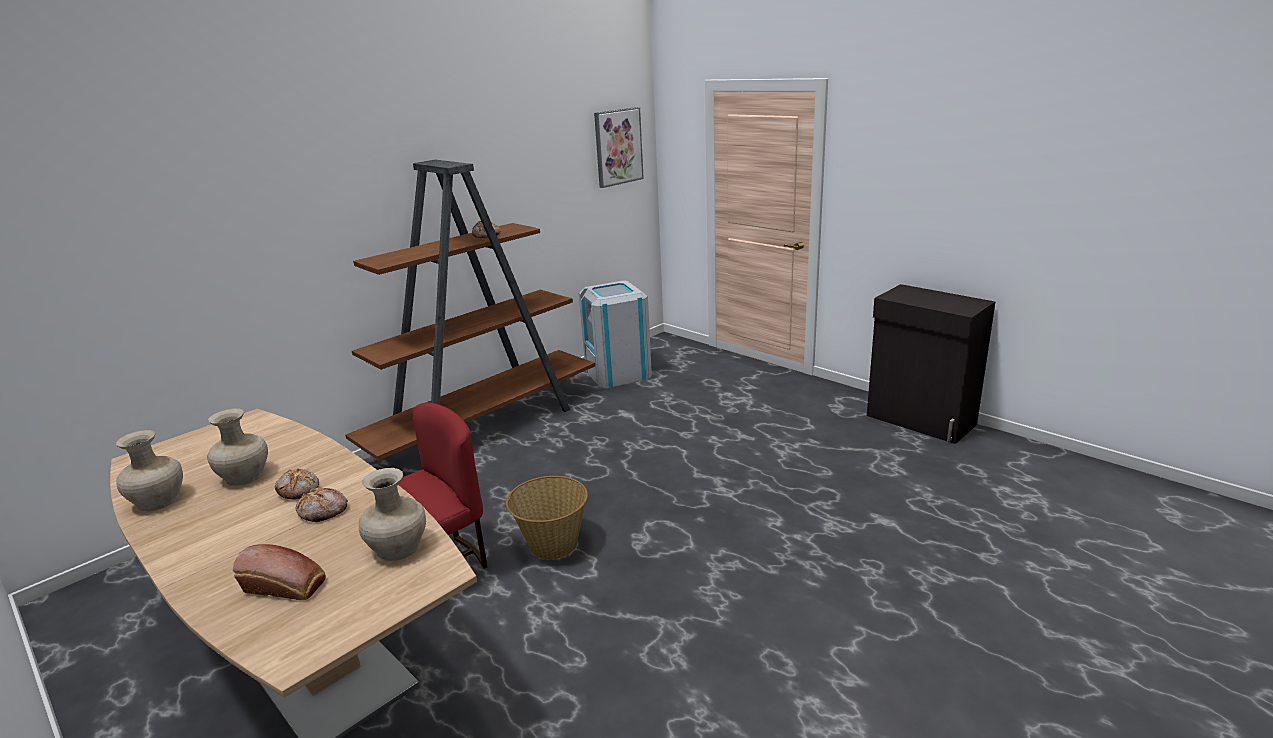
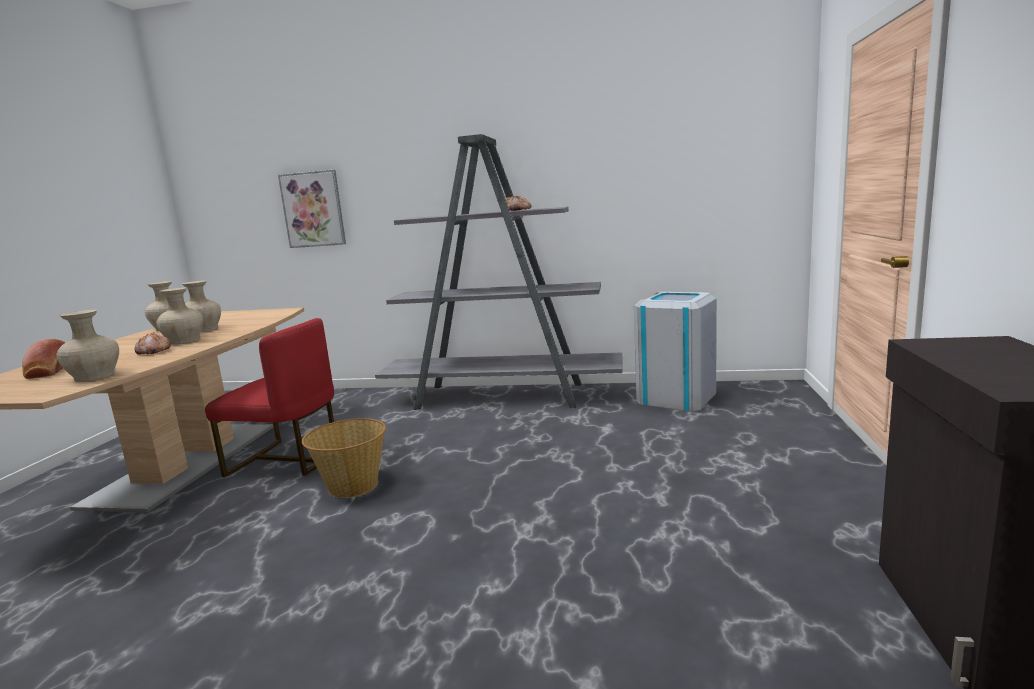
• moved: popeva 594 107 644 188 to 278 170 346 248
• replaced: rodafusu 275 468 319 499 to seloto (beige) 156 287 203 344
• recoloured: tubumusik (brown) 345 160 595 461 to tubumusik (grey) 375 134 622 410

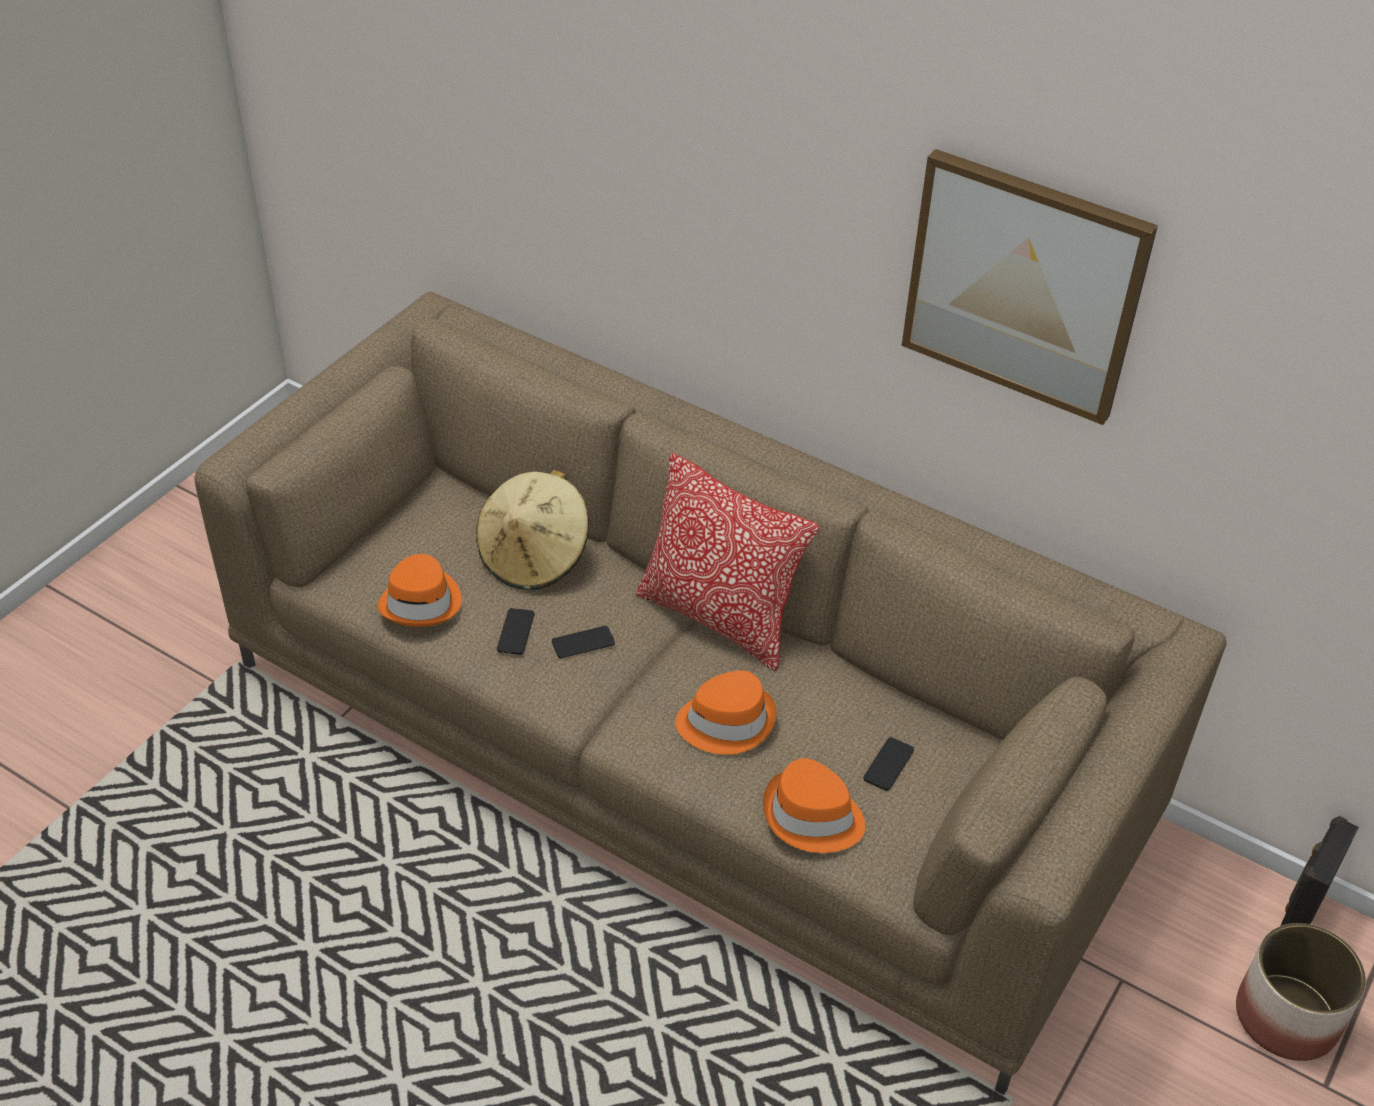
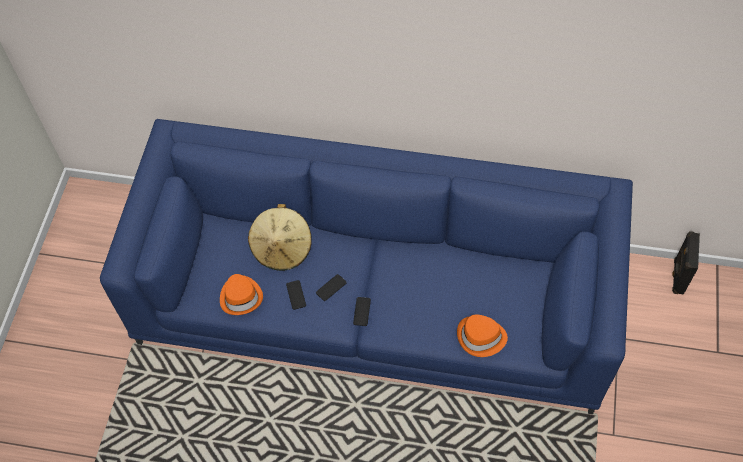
• removed: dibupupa 636 453 819 671
• removed: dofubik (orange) 675 671 776 755
• removed: popeva 902 149 1158 425
• removed: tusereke 1236 923 1366 1061
• moved: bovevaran 863 737 914 791 to 353 297 371 326
• recoloured: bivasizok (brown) 194 292 1226 1095 to bivasizok (blue) 100 119 633 414

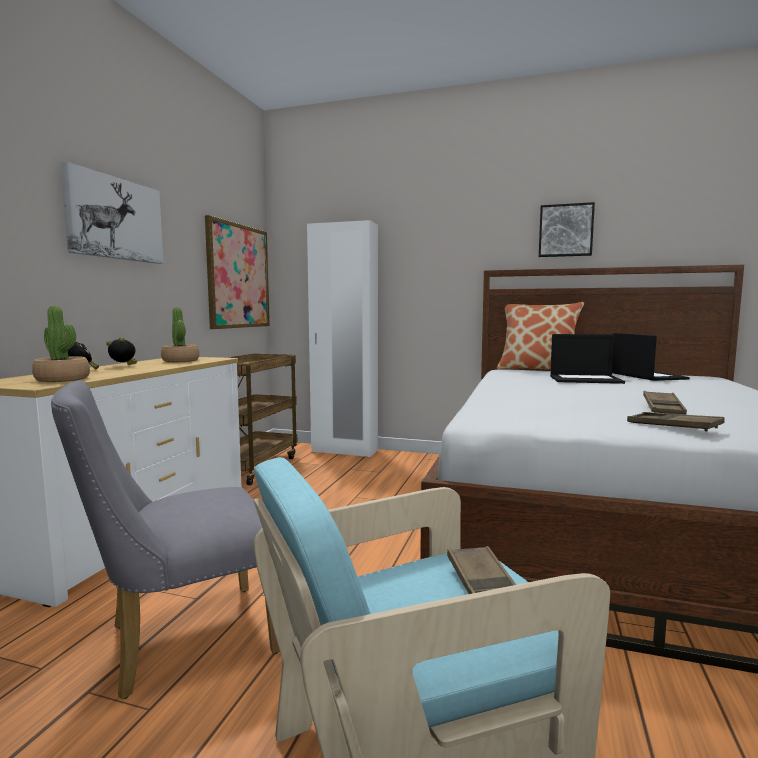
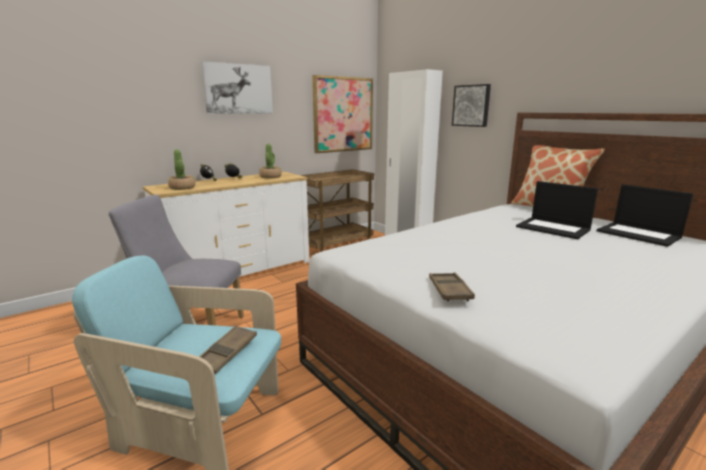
• removed: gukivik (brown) 643 391 687 414
• moved: popeva 539 202 595 257 to 452 84 491 127
• turned: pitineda 612 333 690 381 = 597 184 693 247 120 degrees clockwise

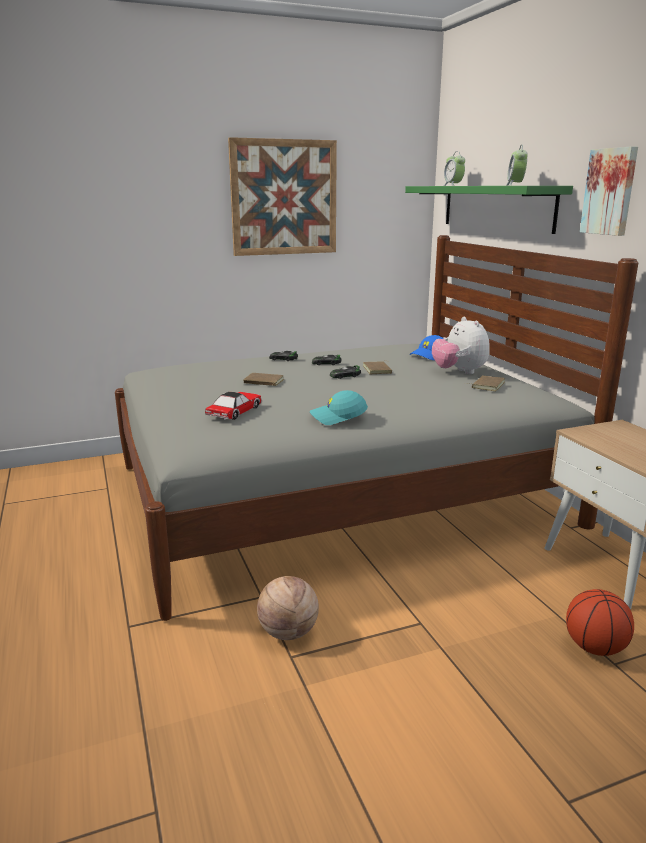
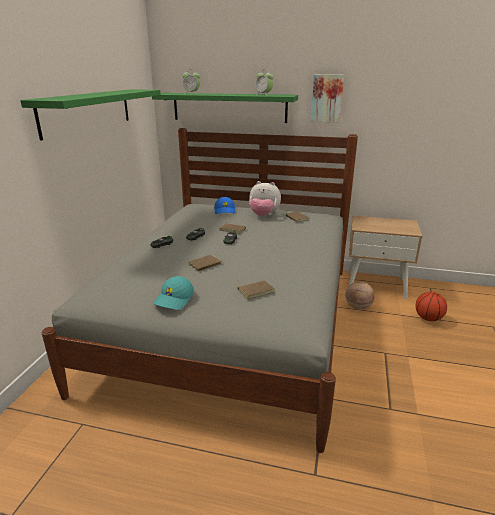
• moved: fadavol 257 576 319 640 to 345 281 375 310
• moved: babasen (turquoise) 310 390 368 425 to 153 276 194 310
• replaced: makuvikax 205 392 262 420 to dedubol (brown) 235 280 275 300
• replaced: popeva 228 137 337 256 to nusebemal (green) 20 89 161 141

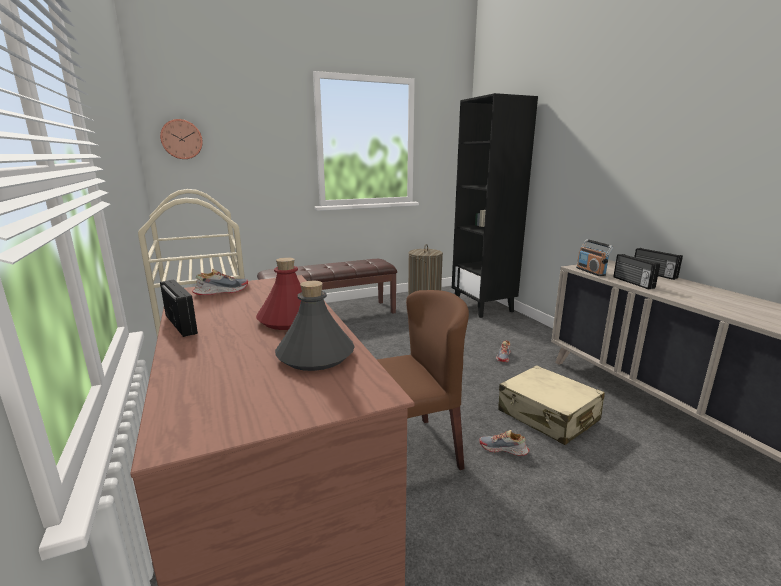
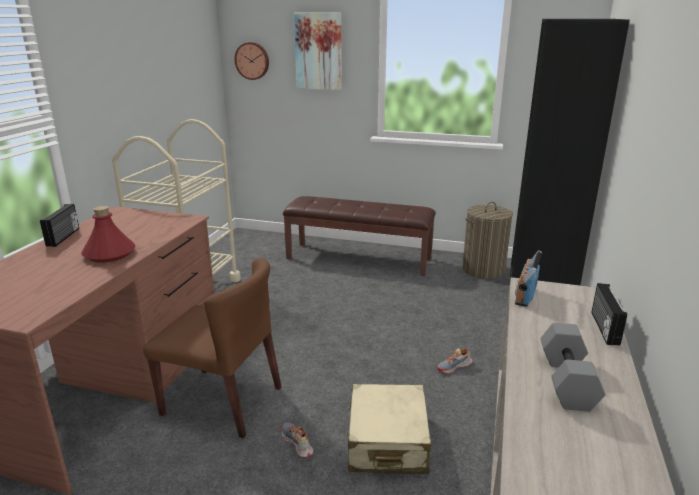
• removed: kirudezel 192 269 248 295
• removed: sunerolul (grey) 275 281 355 371
• removed: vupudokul 613 254 660 289
• added: popeva 294 12 342 90
• added: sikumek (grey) 540 323 605 412

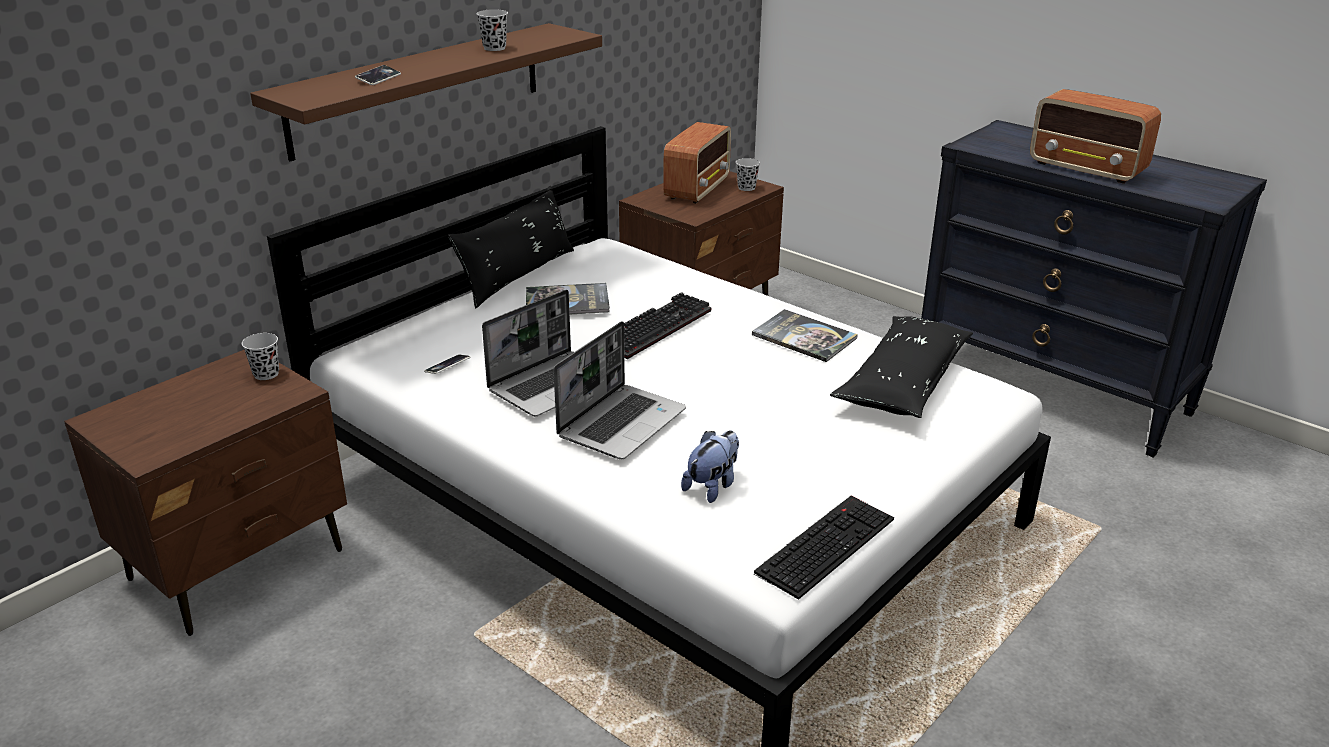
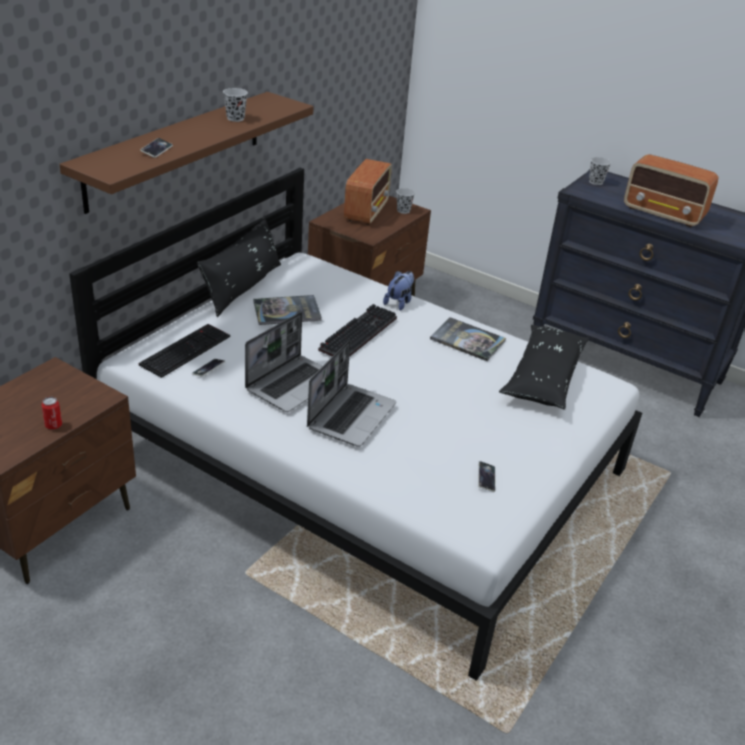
• added: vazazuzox 41 397 62 430
• added: bovevaran 478 461 495 492
• moved: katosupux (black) 242 333 279 380 to 589 157 611 185
• moved: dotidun 681 430 739 503 to 383 271 414 311
• moved: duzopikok 754 496 894 600 to 139 324 230 378

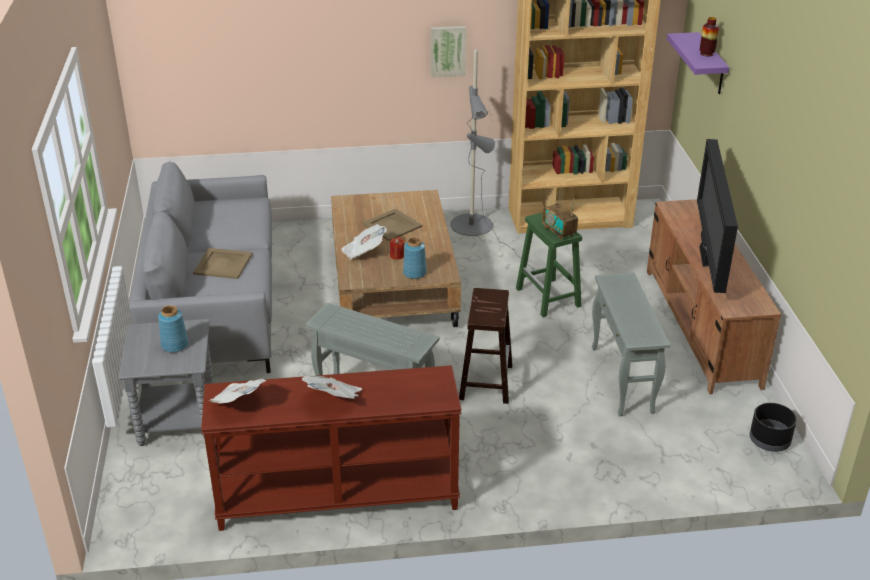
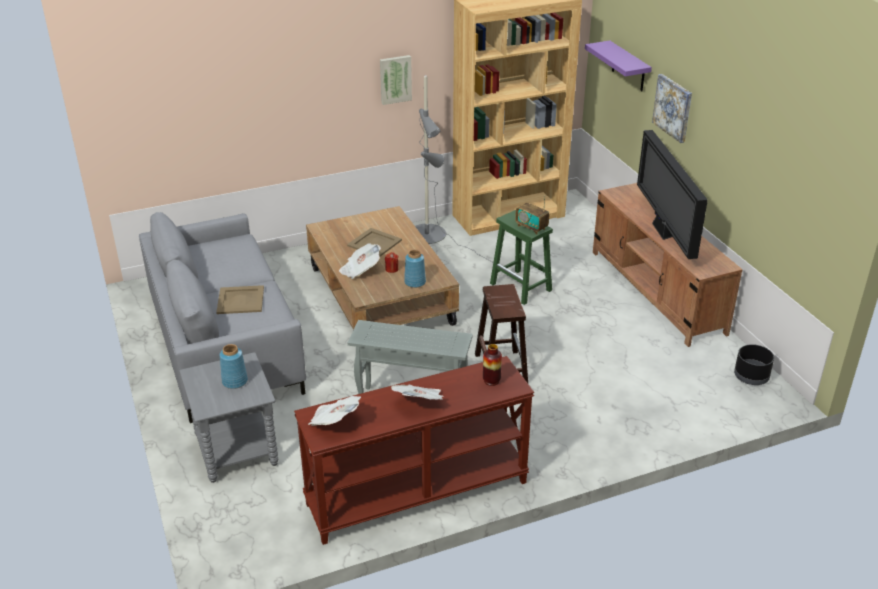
• removed: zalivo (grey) 592 273 670 416
• added: popeva 652 74 692 143
• moved: seloto 700 17 719 57 to 483 344 502 386

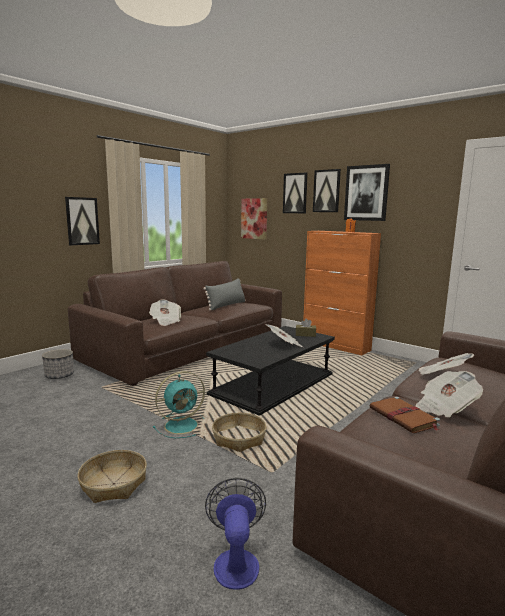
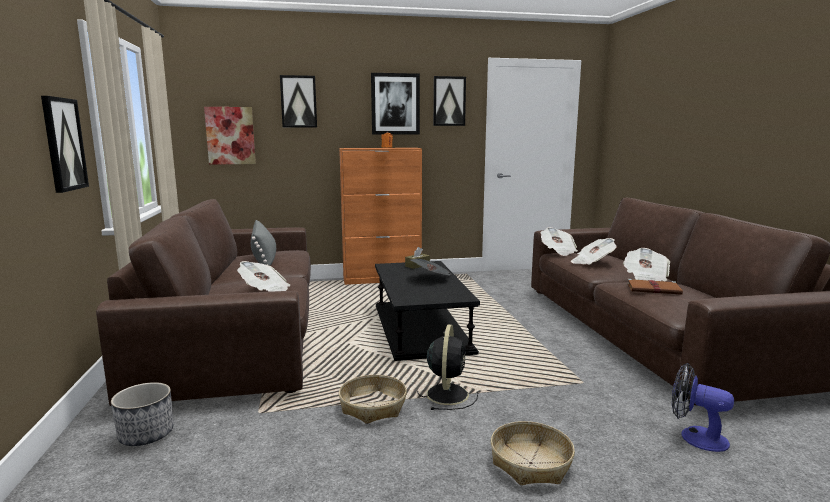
• added: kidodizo 541 227 578 256
• moved: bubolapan 212 413 266 452 to 339 375 407 424
• moved: popeva 313 169 341 212 to 433 76 466 126
• recoloured: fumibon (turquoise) 153 371 205 438 to fumibon (black) 417 325 478 410

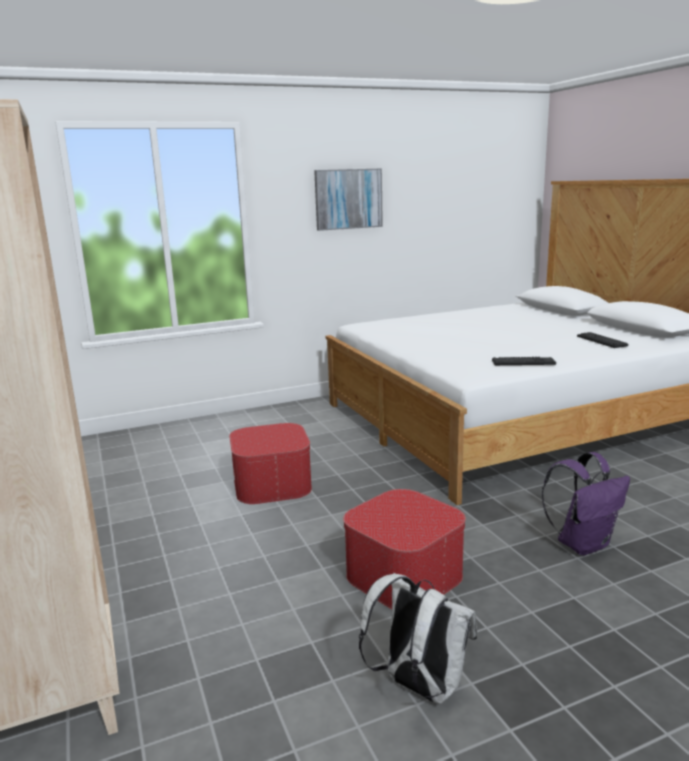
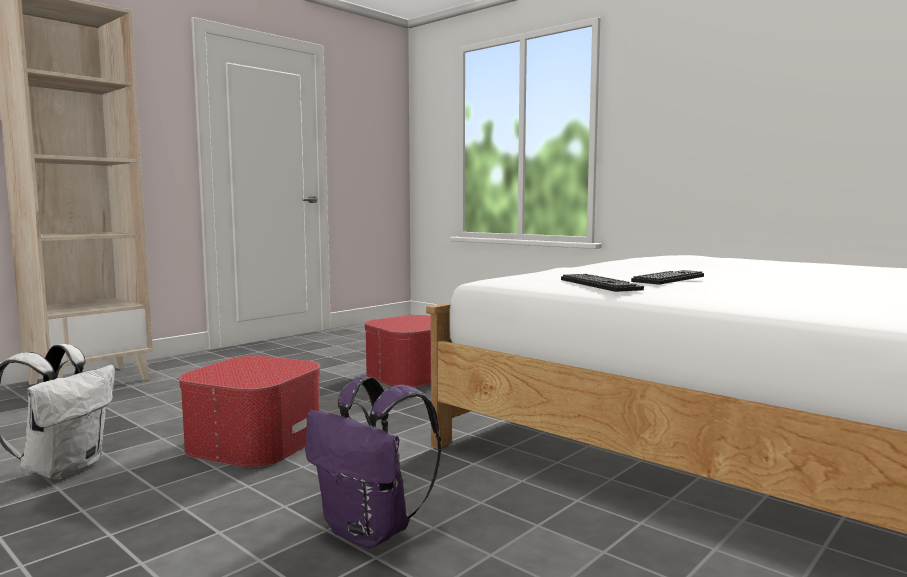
• removed: popeva 314 168 383 231
• moved: duzopikok 577 332 628 348 to 631 270 704 285

